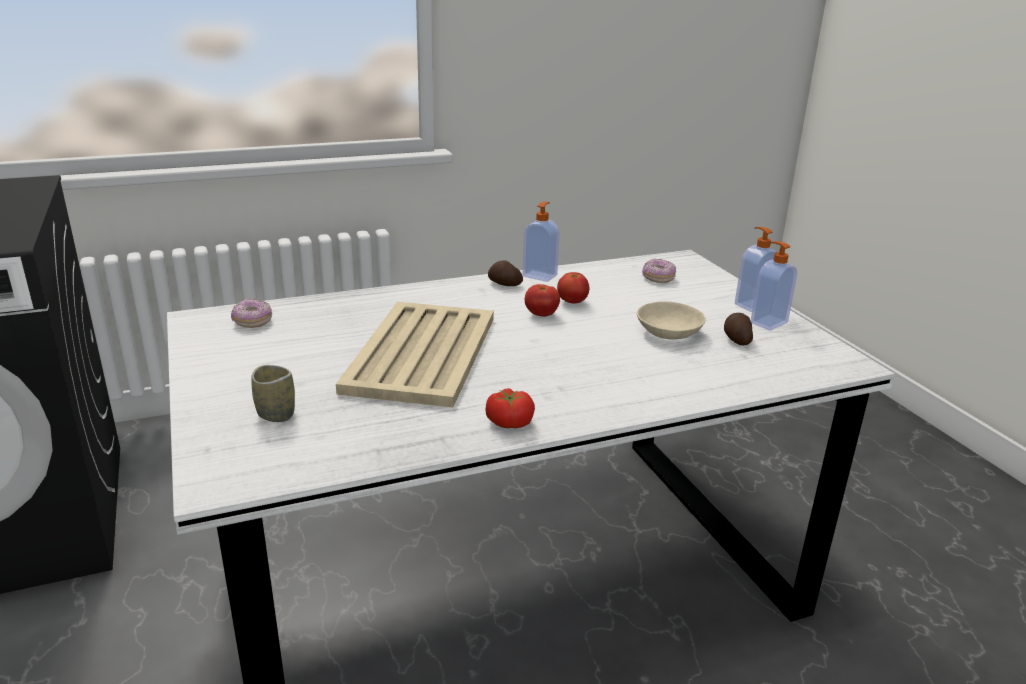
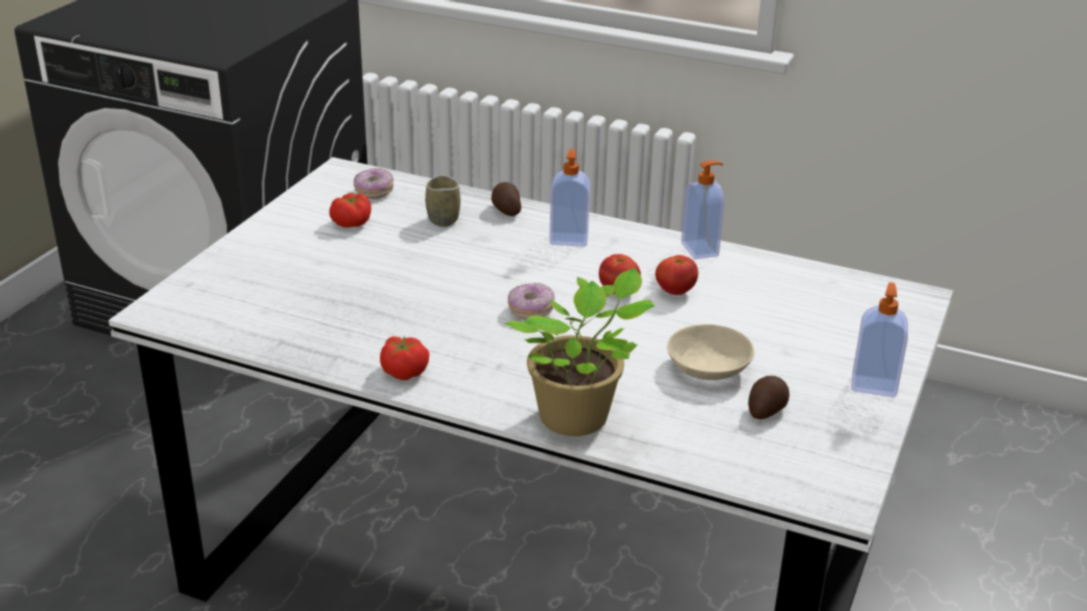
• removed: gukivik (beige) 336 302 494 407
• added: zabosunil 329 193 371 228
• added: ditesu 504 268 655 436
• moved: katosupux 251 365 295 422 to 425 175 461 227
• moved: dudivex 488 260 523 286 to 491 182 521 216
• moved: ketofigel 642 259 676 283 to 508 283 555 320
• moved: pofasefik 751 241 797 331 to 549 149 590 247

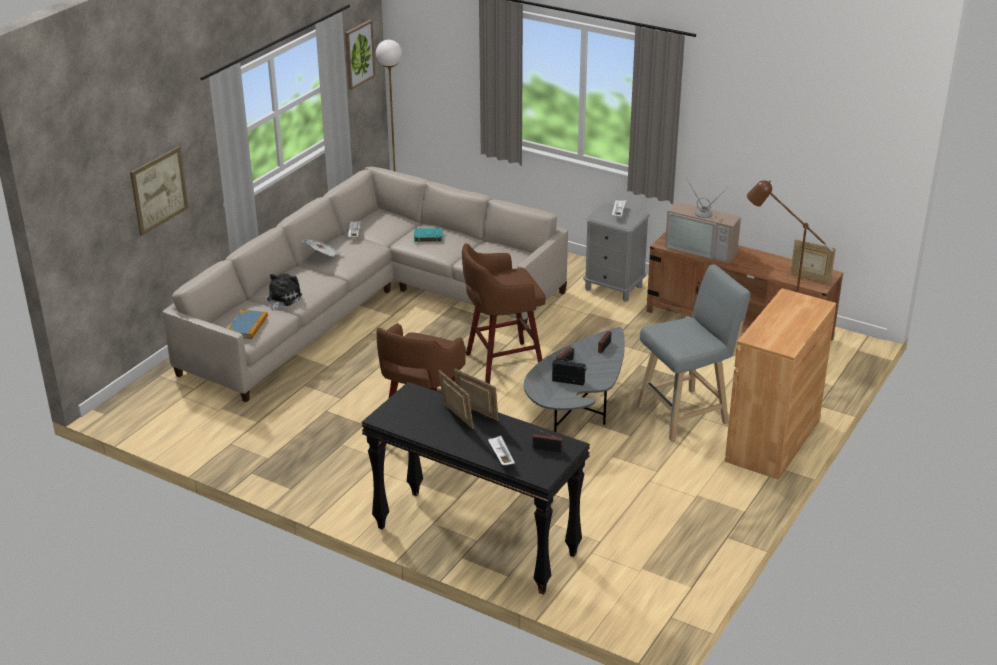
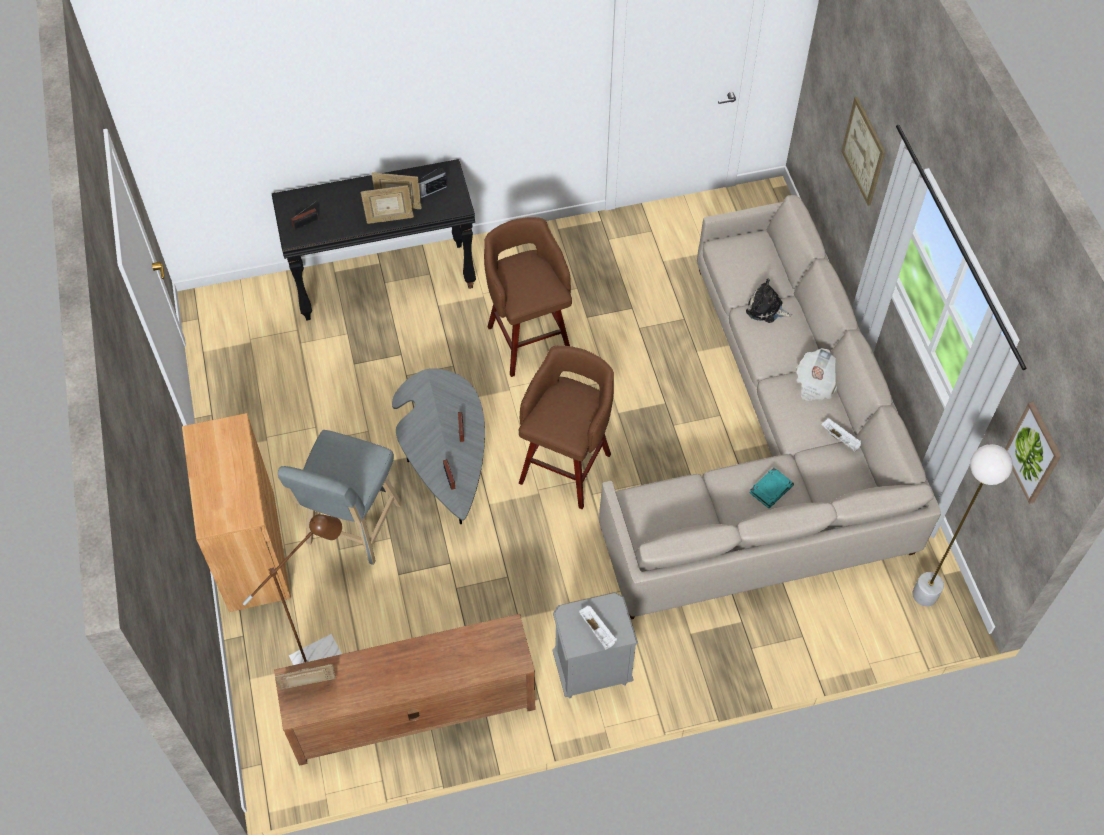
• removed: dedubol 229 310 268 339
• removed: gukivik (white) 488 436 515 465
• removed: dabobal 665 178 741 263
• moved: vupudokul 552 358 587 386 to 418 168 447 198
• turned: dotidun 267 273 302 310 = 746 279 793 323 135 degrees clockwise

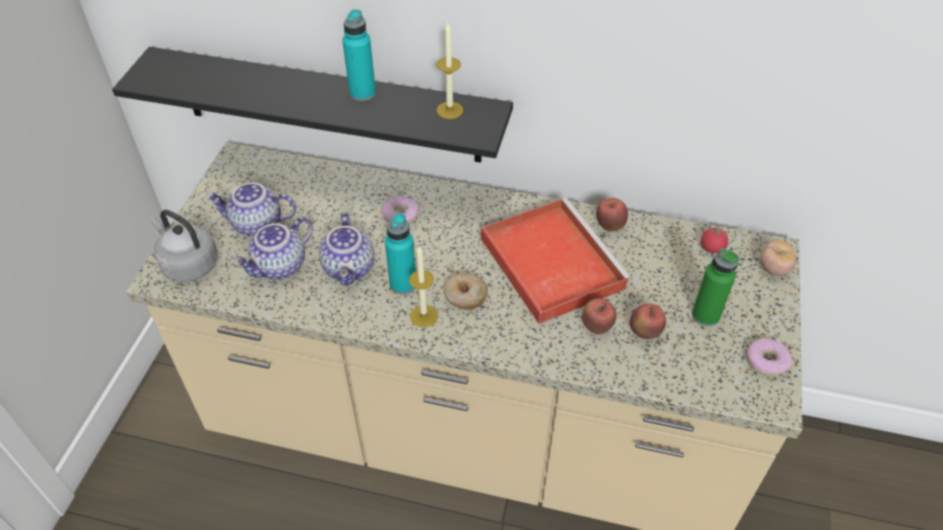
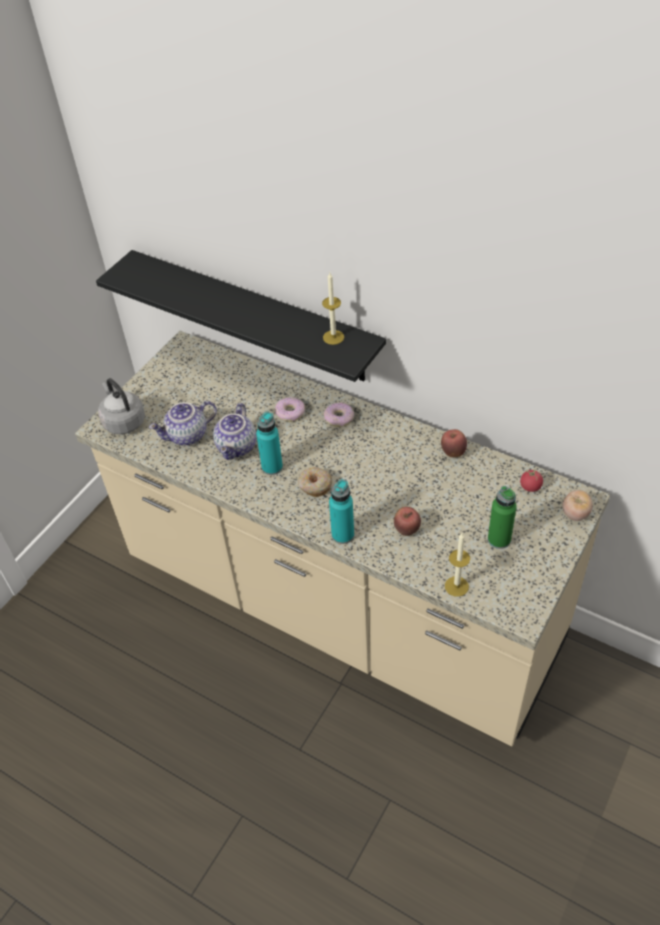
• removed: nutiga 206 183 296 236
• removed: gukivik (red) 481 198 631 324
• removed: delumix 630 304 666 339
• moved: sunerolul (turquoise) 342 9 376 101 to 329 479 354 544
• moved: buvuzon 409 246 438 327 to 445 533 470 597
• moved: ketofigel 747 338 792 376 to 324 402 354 427

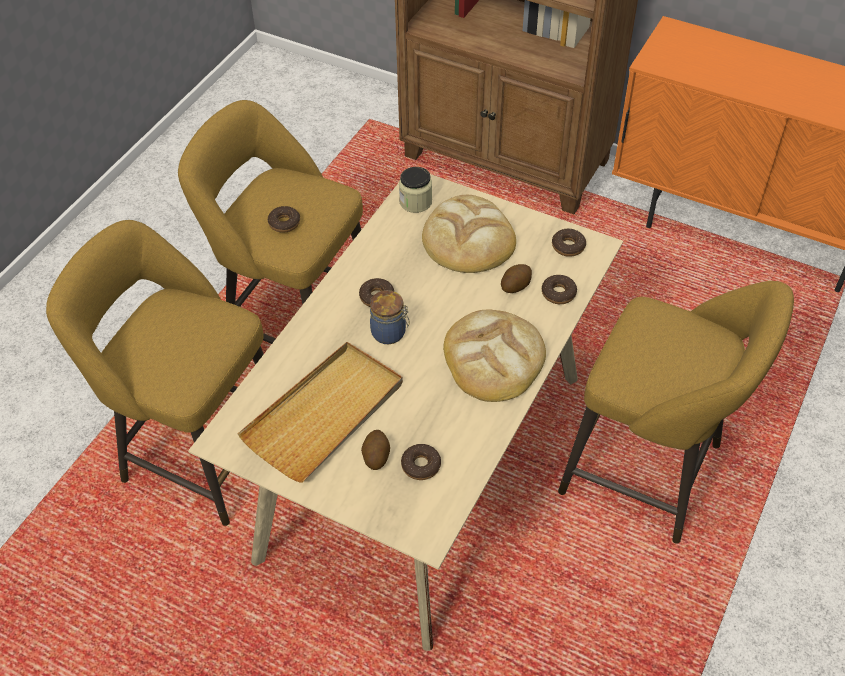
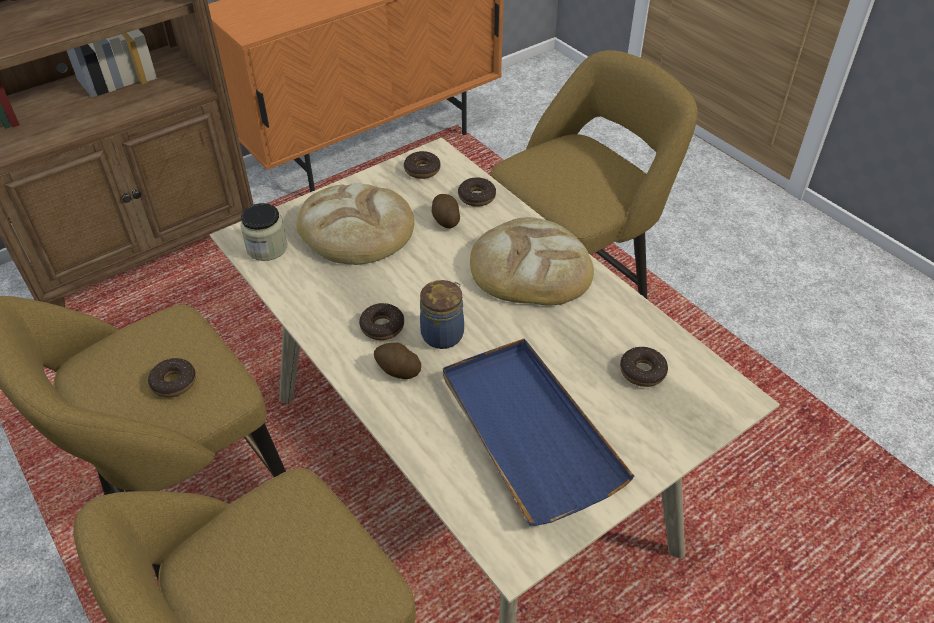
• moved: dudivex 361 430 390 470 to 374 343 421 379
• recoloured: gukivik (beige) 237 342 403 483 to gukivik (blue) 443 339 634 526

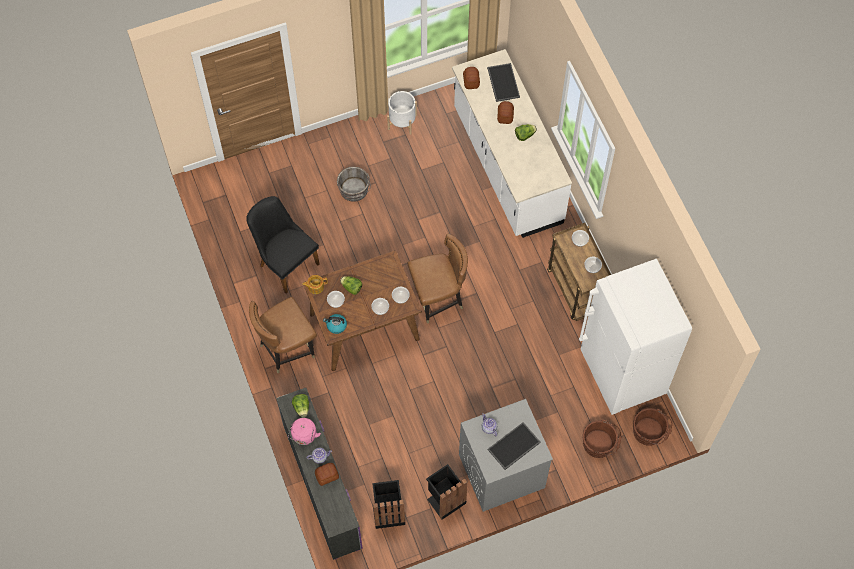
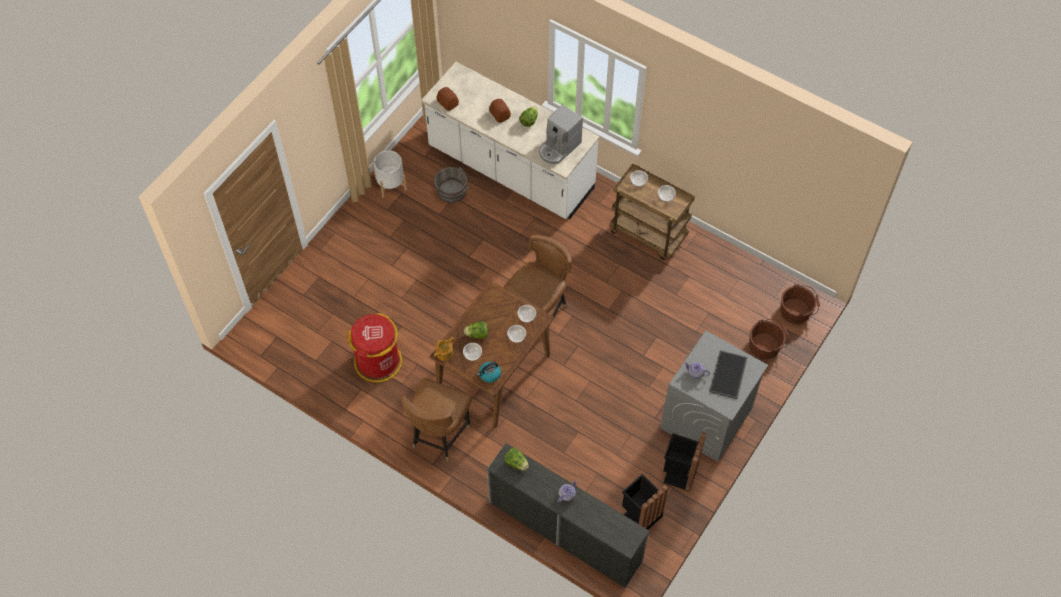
• removed: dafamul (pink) 288 418 321 445
• removed: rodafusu 315 463 339 486
• removed: gukivik 487 63 520 102
• removed: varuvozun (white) 579 259 692 415
• added: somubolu 539 105 583 164
• moved: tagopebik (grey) 337 167 371 202 to 434 167 471 203
• replaced: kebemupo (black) 246 196 319 293 to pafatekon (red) 347 313 402 382

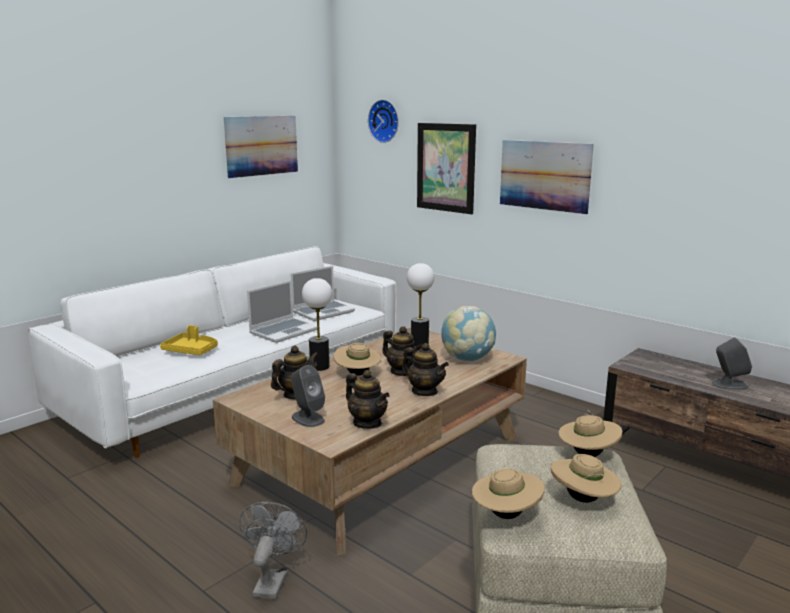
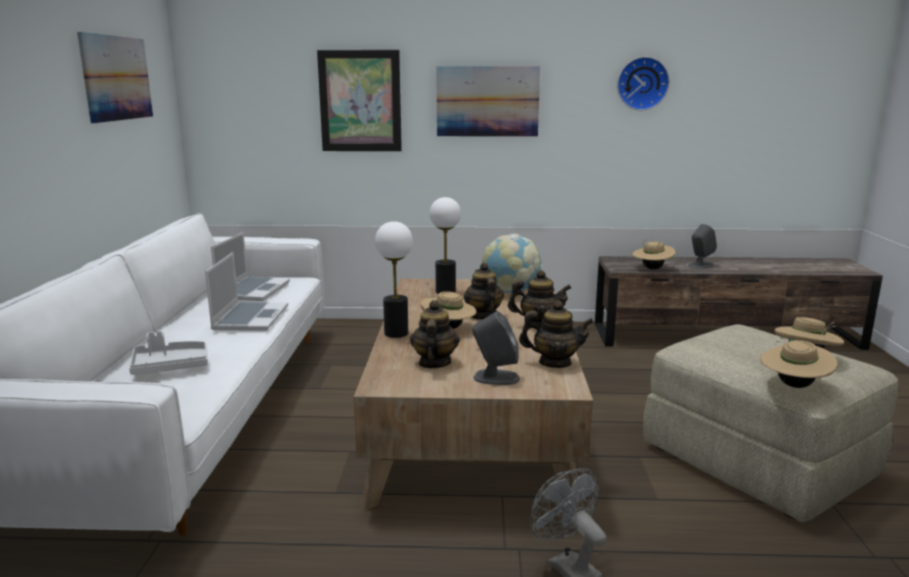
• moved: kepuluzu 368 99 399 143 to 617 57 669 110
• moved: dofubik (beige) 558 410 622 457 to 632 240 676 270
• recoloured: gukivik (yellow) 160 325 218 355 to gukivik (grey) 129 331 208 375
• turned: nutiga 382 326 423 376 = 464 263 504 320 105 degrees counterclockwise

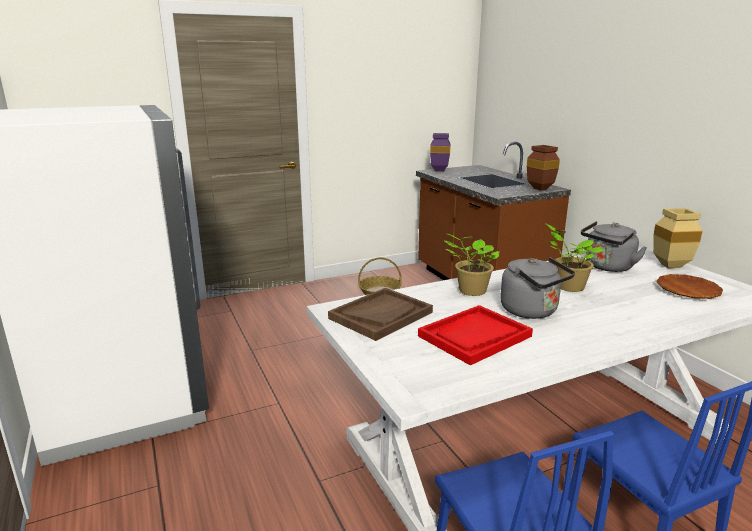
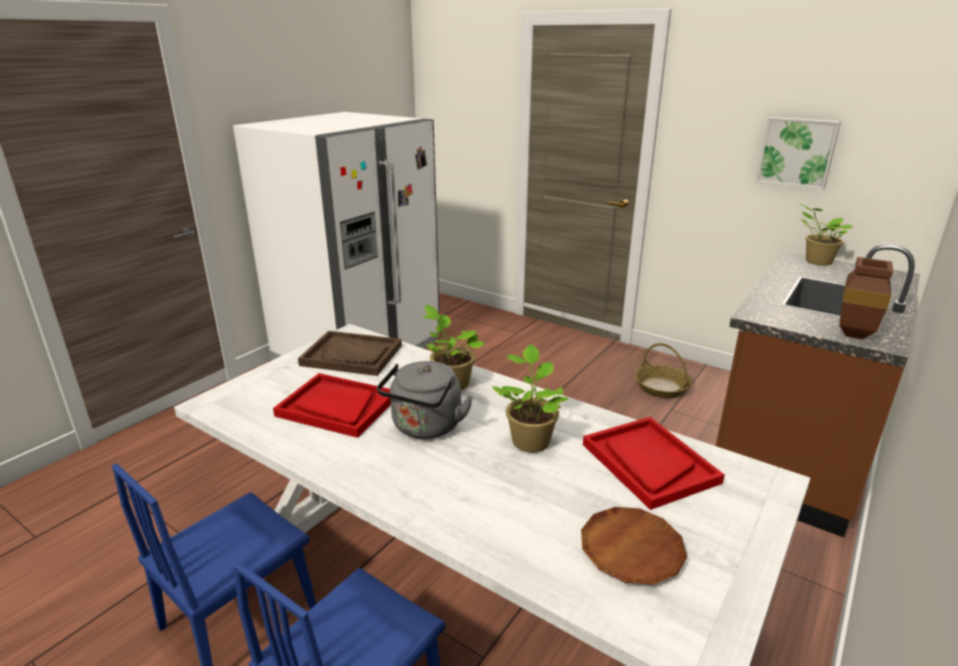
• removed: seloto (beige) 653 208 703 268
• added: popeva 756 117 841 190
• replaced: seloto (purple) 430 133 451 172 to ditesu 801 204 853 266
• replaced: dafamul (grey) 581 221 647 272 to gukivik (red) 583 417 725 510

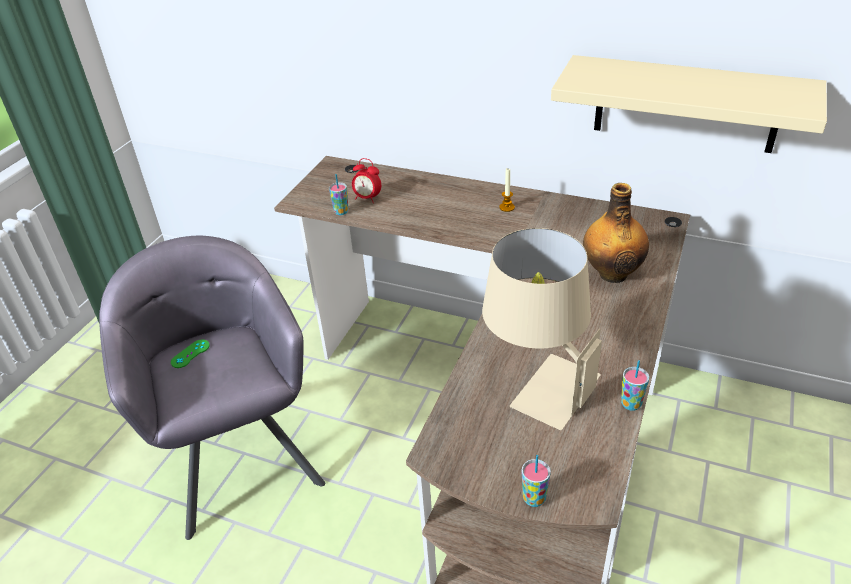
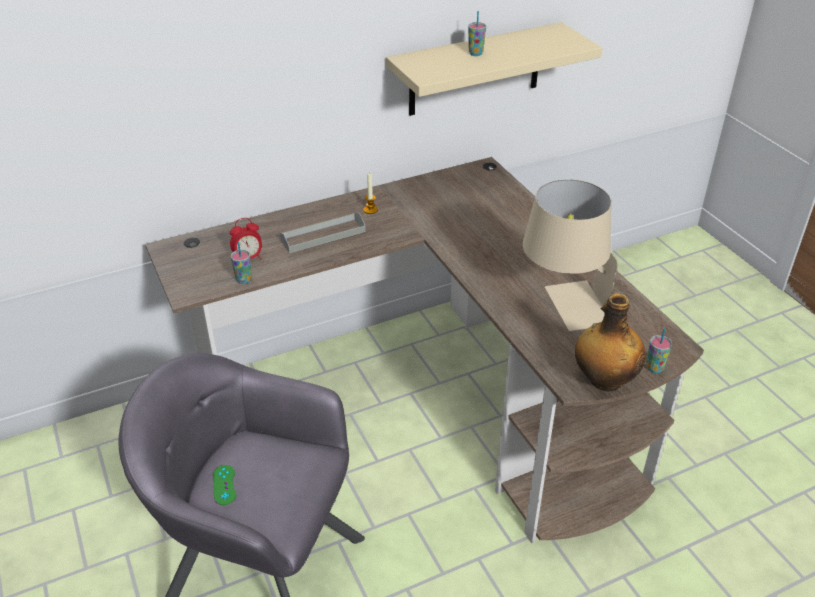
• added: gukivik (grey) 280 212 366 253
• moved: sunerolul 583 183 649 283 to 575 293 646 392
• moved: katosupux 621 360 649 411 to 468 11 486 56

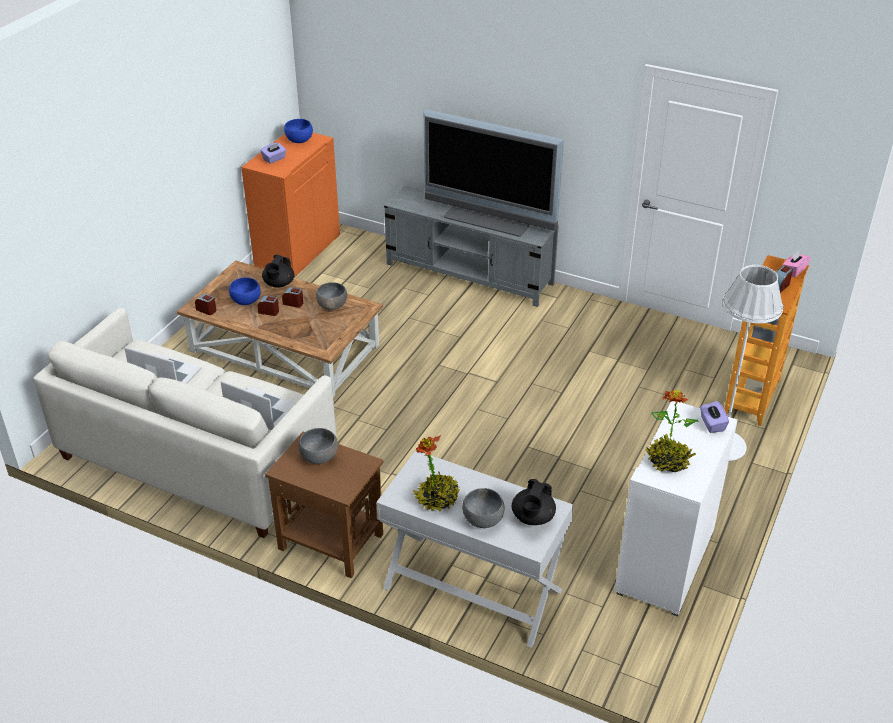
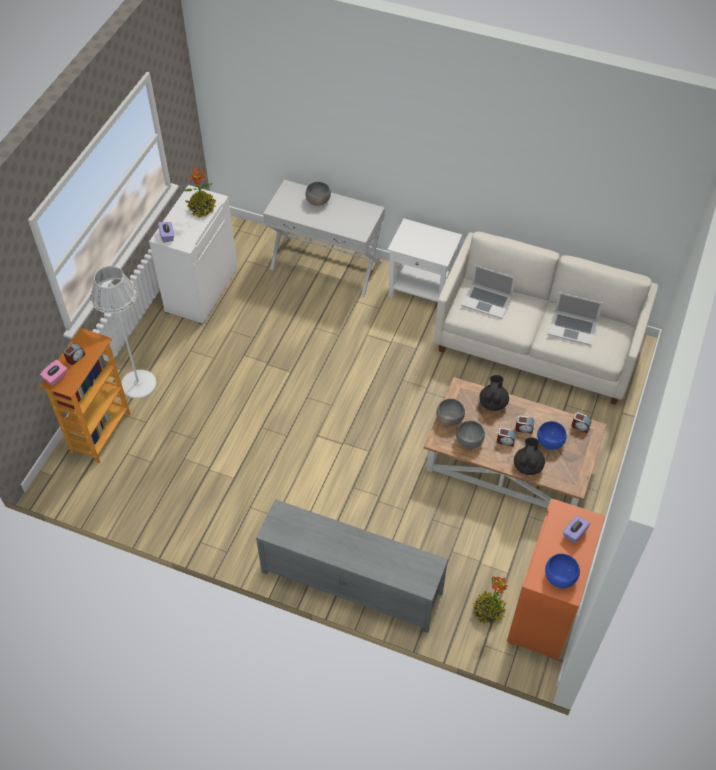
• removed: dabobal 424 109 564 237
• moved: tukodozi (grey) 299 428 338 464 to 436 399 465 426
• moved: ditesu 413 435 460 512 to 473 576 508 624
• moved: nutiga (black) 512 479 556 525 to 479 375 509 411
• recoloured: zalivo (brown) 265 432 384 578 to zalivo (white) 388 218 462 302

